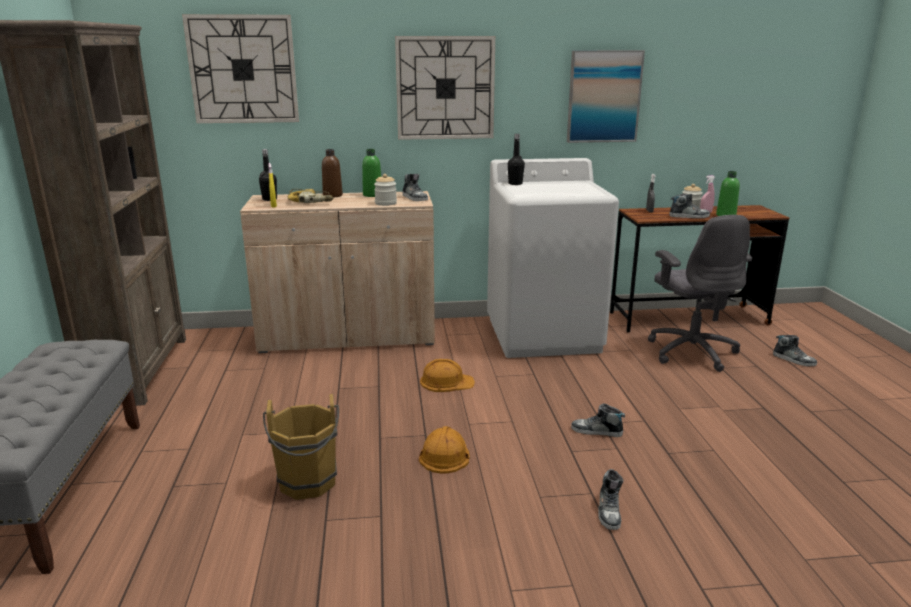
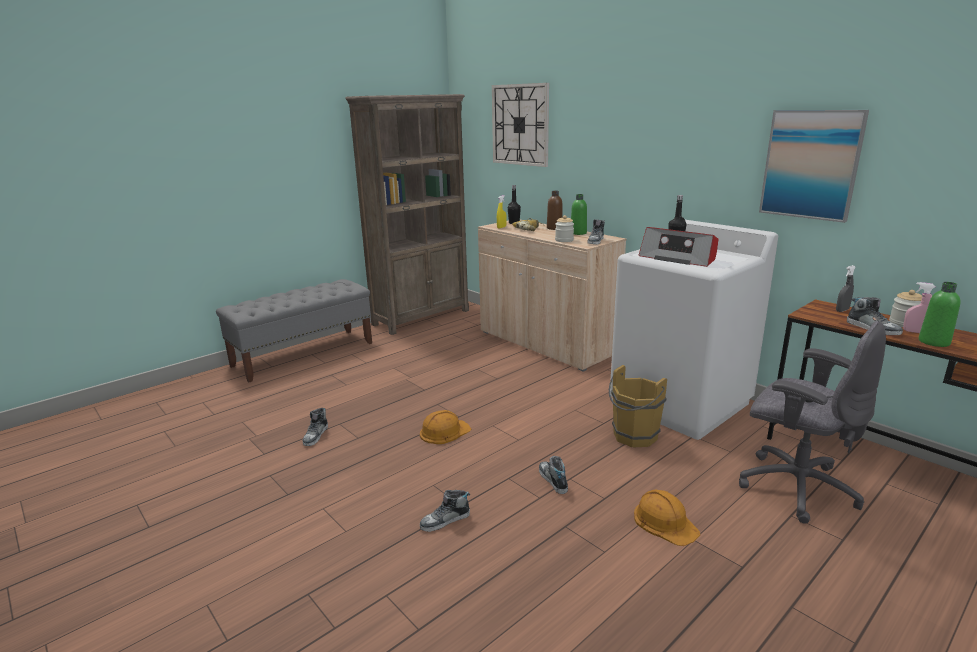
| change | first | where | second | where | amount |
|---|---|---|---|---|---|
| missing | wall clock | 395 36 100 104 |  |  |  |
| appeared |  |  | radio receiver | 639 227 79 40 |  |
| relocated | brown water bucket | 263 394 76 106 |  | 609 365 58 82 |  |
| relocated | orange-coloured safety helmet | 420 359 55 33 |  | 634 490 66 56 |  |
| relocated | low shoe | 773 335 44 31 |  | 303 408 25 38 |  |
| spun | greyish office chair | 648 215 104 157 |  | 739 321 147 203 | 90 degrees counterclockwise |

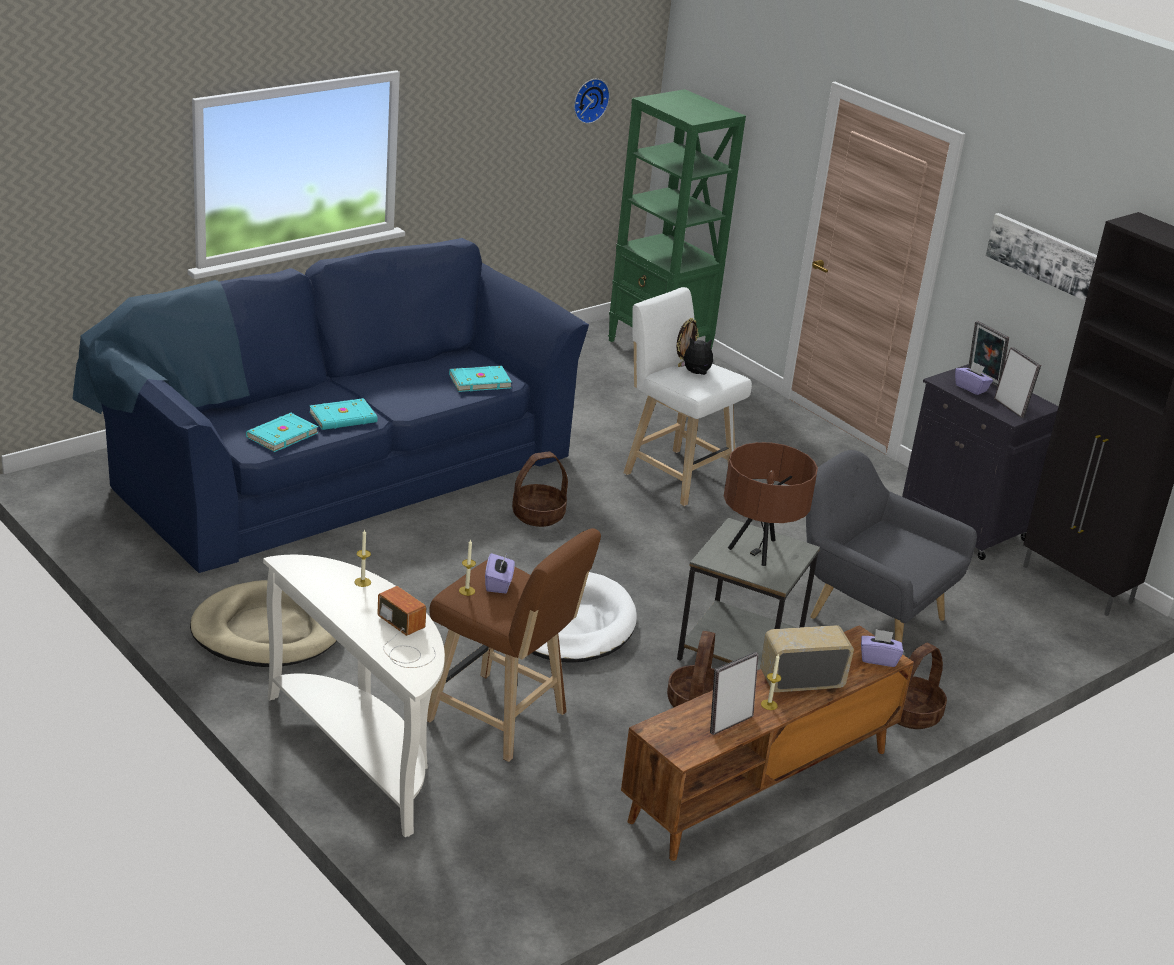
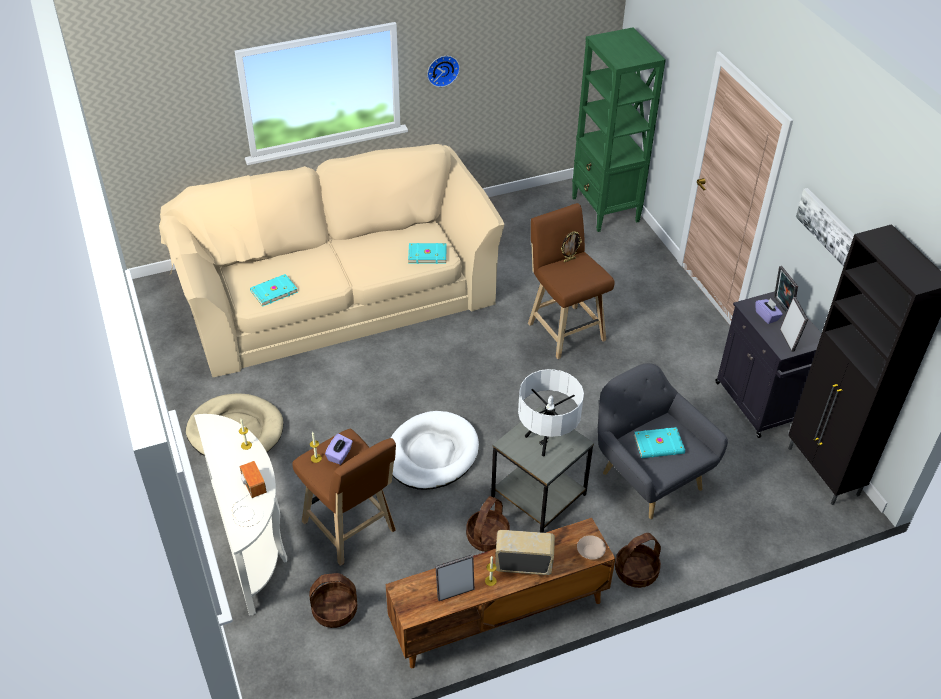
| change | first | where | second | where | amount |
|---|---|---|---|---|---|
| missing | soft toy | 681 338 32 37 |  |  |  |
| relocated | turquoise-coloured volume | 310 398 67 32 |  | 634 427 51 31 |  |
| relocated | basket | 512 452 56 75 |  | 309 573 48 55 |  |
| relocated | wall clock | 574 79 36 45 |  | 427 56 33 31 |  |
| exchanged | purple-coloured box of tissues | 861 629 42 38 | beige-coloured deep dish | 577 535 29 25 |  |
| colour | blue-coloured sofa | 72 238 517 335 | beige-coloured sofa | 159 144 345 234 |  |
| colour | white-coloured sitting stool | 623 287 129 219 | brown sitting stool | 528 203 86 156 |  |
| colour | brown table lamp | 724 442 94 124 | white-coloured table lamp | 518 369 66 87 |  |

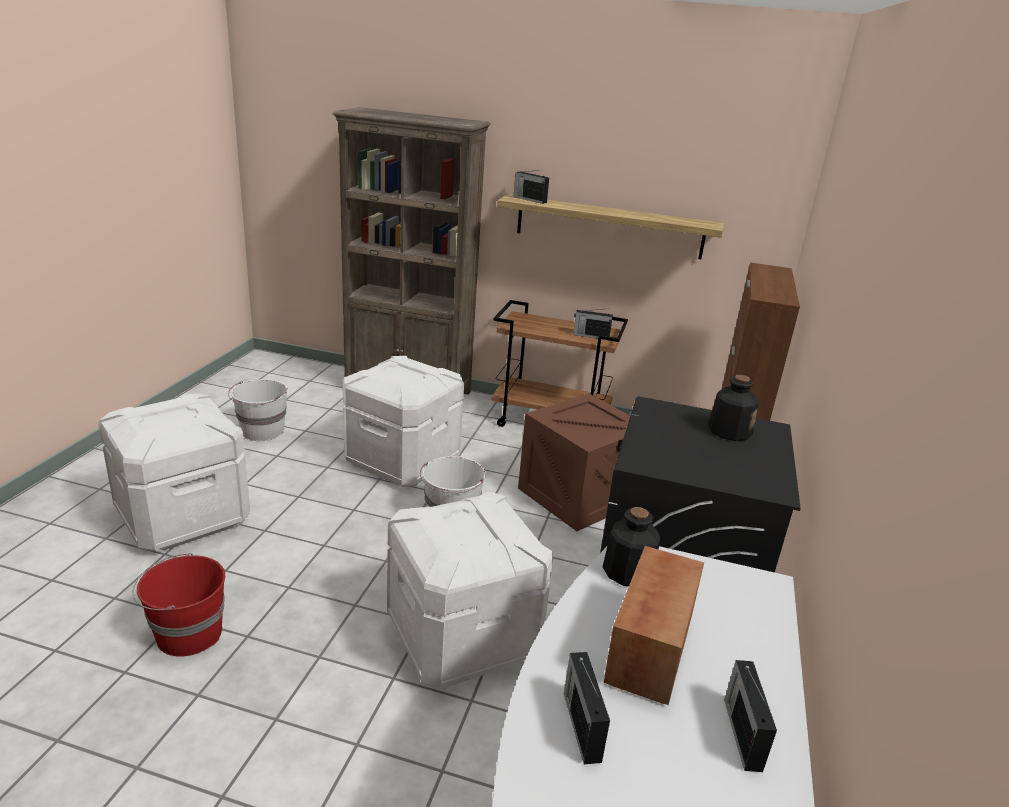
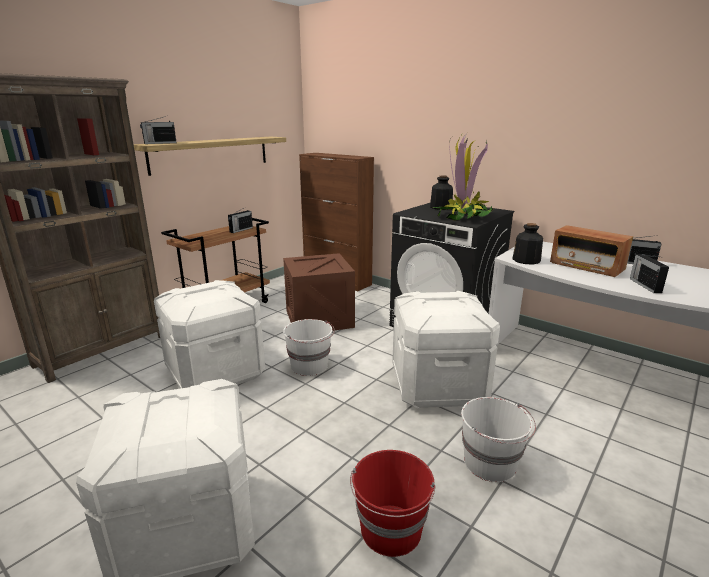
| change | first | where | second | where | amount |
|---|---|---|---|---|---|
| appeared |  |  | houseplant | 433 133 61 88 |  |
| relocated | white-coloured water bucket | 228 379 60 62 |  | 461 397 75 85 |  |
| spun | radio receiver | 564 652 46 112 |  | 630 254 39 39 | 75 degrees clockwise |

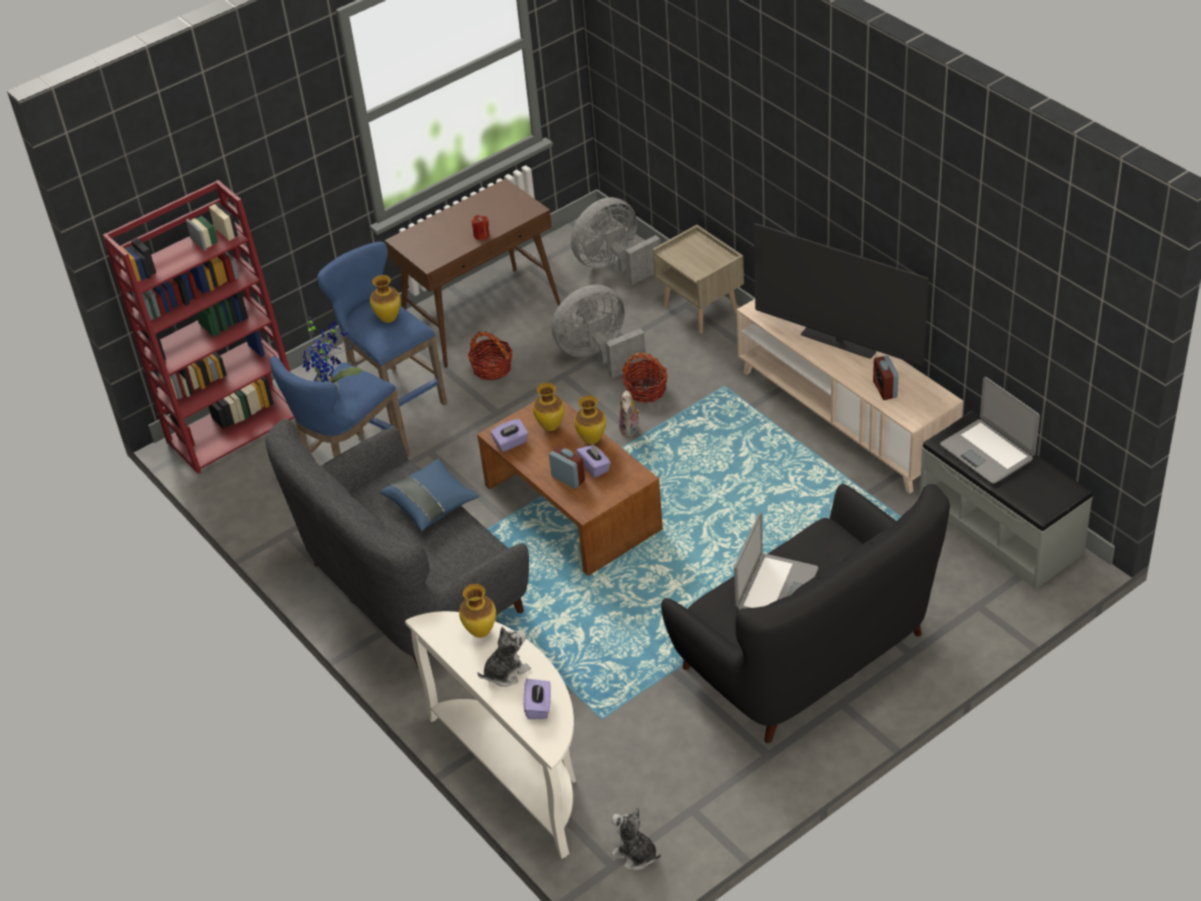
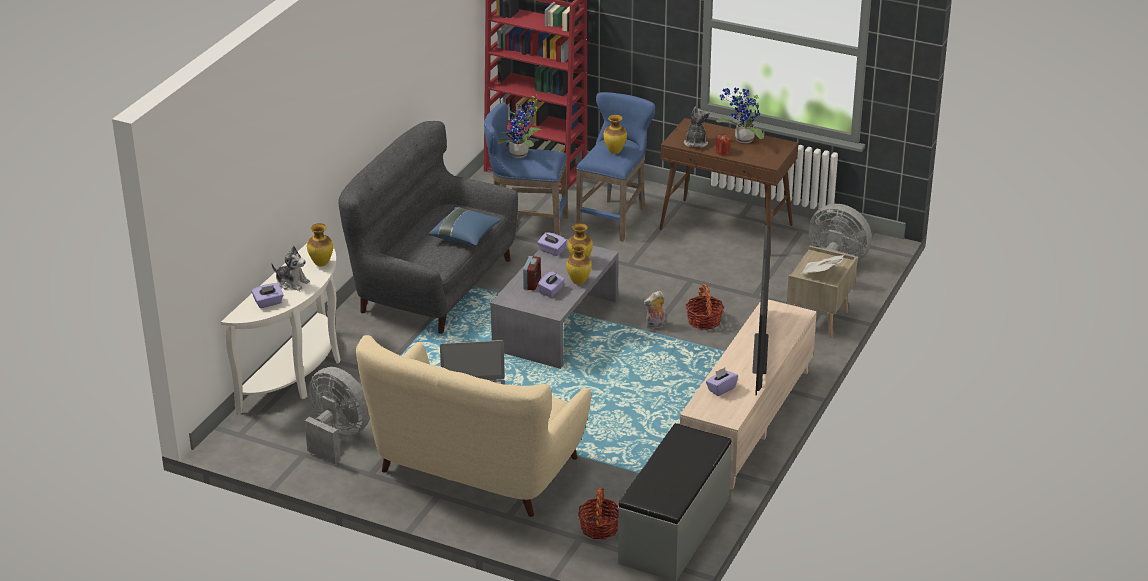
| change | first | where | second | where | amount |
|---|---|---|---|---|---|
| missing | laptop | 940 377 100 107 |  |  |  |
| appeared |  |  | houseplant | 716 87 48 56 |  |
| appeared |  |  | daily paper | 800 255 45 19 |  |
| relocated | basket | 467 331 46 49 |  | 578 488 40 51 |  |
| relocated | greyish fan | 551 285 95 93 |  | 304 367 66 97 |  |
| relocated | soft toy | 611 807 50 63 |  | 684 107 26 41 |  |
| exchanged | table clock | 873 355 26 45 | purple-coloured box of tissues | 706 367 32 29 |  |
| colour | brown lounge table | 477 393 186 183 | greyish lounge table | 490 239 129 130 |  |
| colour | blackish sofa | 661 484 289 259 | beige-coloured sofa | 356 335 235 182 |  |

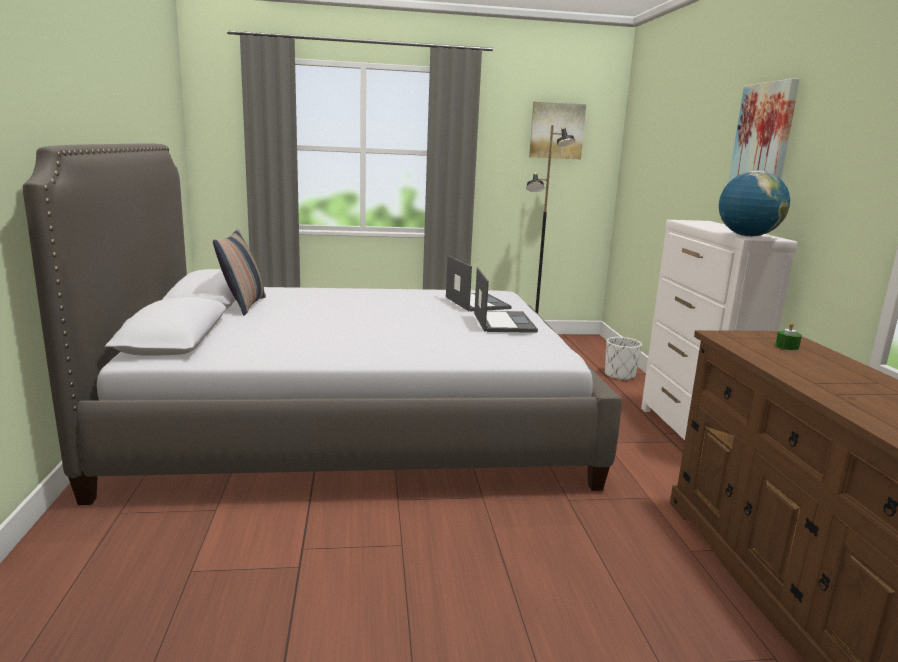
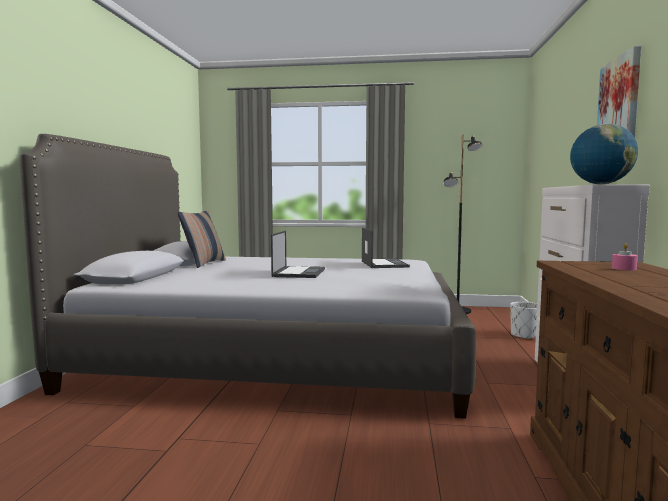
| change | first | where | second | where | amount |
|---|---|---|---|---|---|
| missing | wall picture | 529 102 57 57 |  |  |  |
| relocated | laptop | 474 268 64 65 |  | 271 230 54 48 |  |
| colour | greenish wax candle | 775 322 27 28 | pink-coloured wax candle | 612 243 26 27 |  |

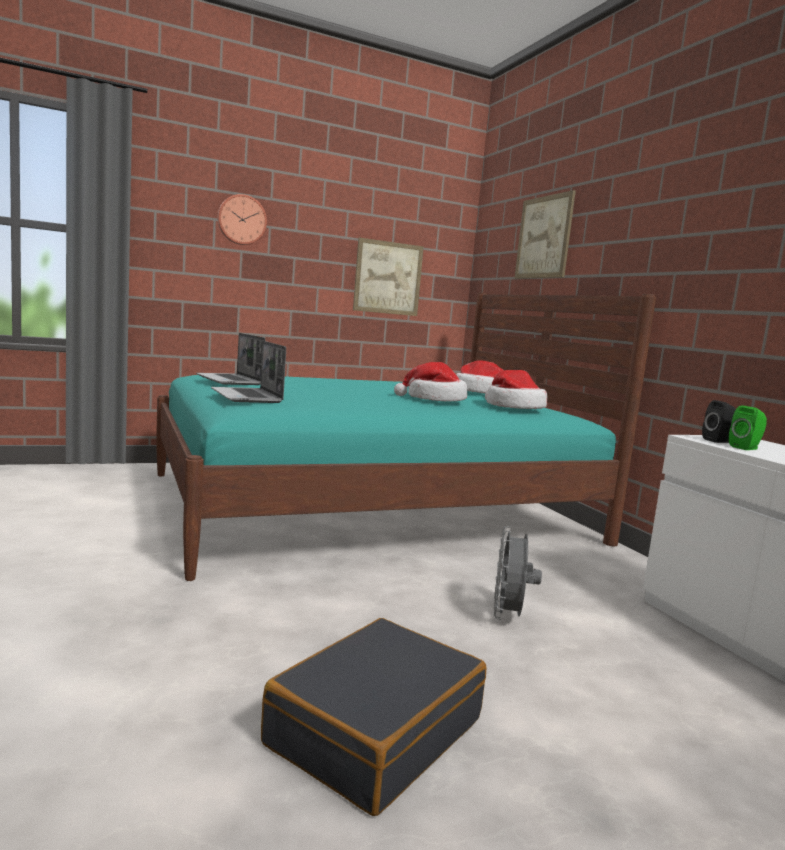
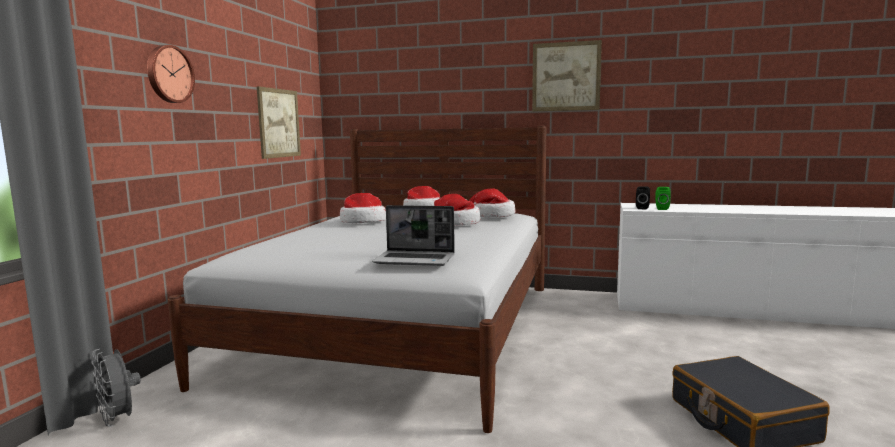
| change | first | where | second | where | amount |
|---|---|---|---|---|---|
| missing | laptop | 196 333 69 52 |  |  |  |
| appeared |  |  | hat | 340 193 46 30 |  |
| relocated | greyish fan | 494 526 48 94 |  | 92 349 49 78 |  |
| relocated | wall picture | 515 190 61 89 |  | 532 40 70 71 |  |
| colour | turquoise-coloured bedroom bed | 156 293 500 288 | white-coloured bedroom bed | 168 126 378 307 |  |

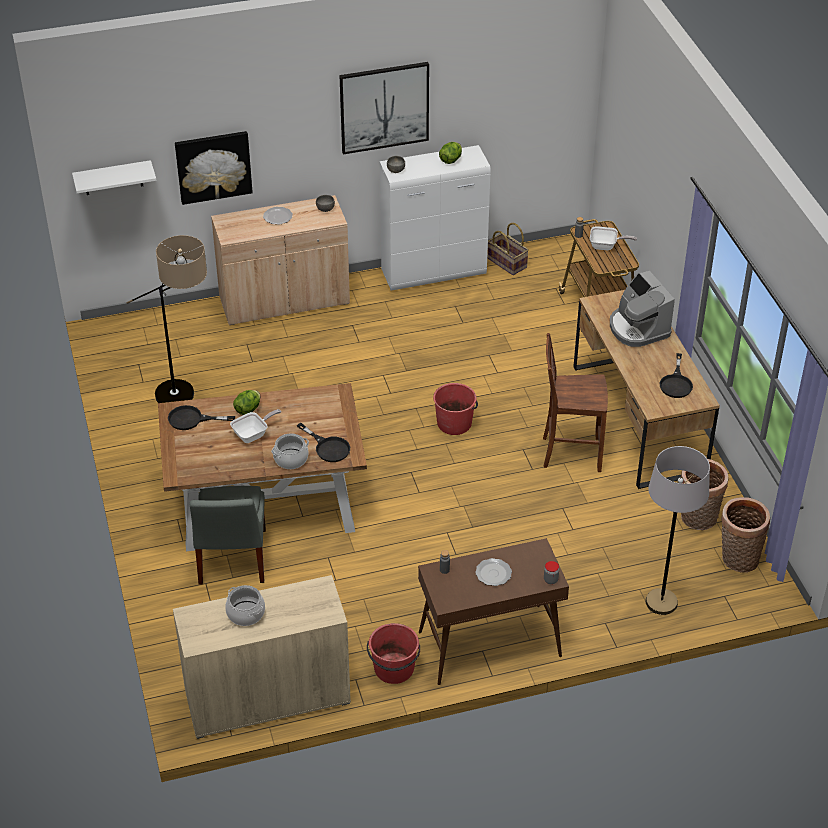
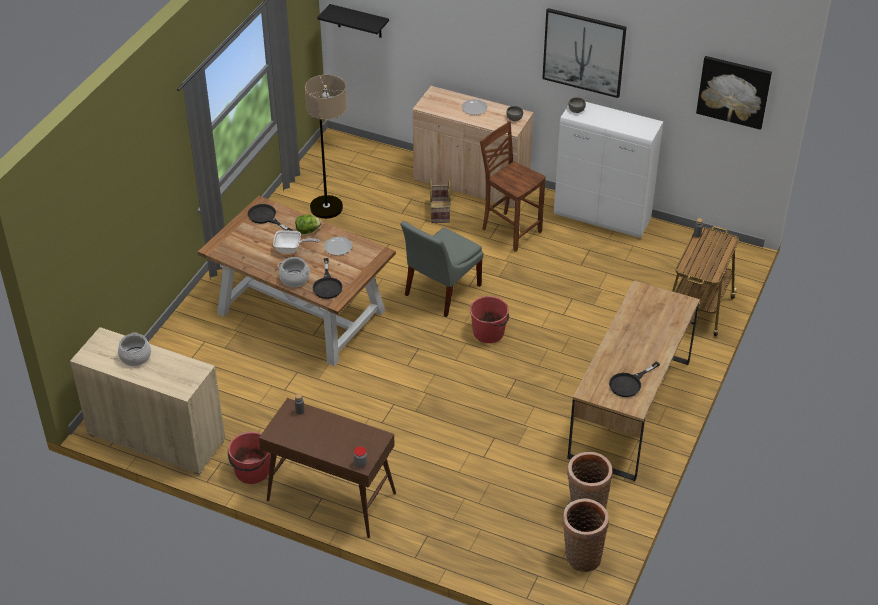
| change | first | where | second | where | amount |
|---|---|---|---|---|---|
| missing | lettuce head | 439 142 23 22 |  |  |  |
| missing | frying pan | 590 226 47 24 |  |  |  |
| missing | coffee maker | 610 271 65 76 |  |  |  |
| missing | greyish floor lamp | 645 446 65 169 |  |  |  |
| relocated | wall picture | 175 131 78 74 |  | 696 56 76 74 |  |
| relocated | greyish upright chair | 189 486 77 99 |  | 400 221 83 96 |  |
| relocated | dinner plate | 475 558 37 28 |  | 324 237 28 18 |  |
| relocated | basket | 488 223 41 52 |  | 429 178 22 45 |  |
| relocated | brown upright chair | 543 333 65 139 |  | 480 121 66 131 |  |
| colour | white-coloured shelf | 72 160 84 35 | blackish shelf | 317 4 72 34 |  |

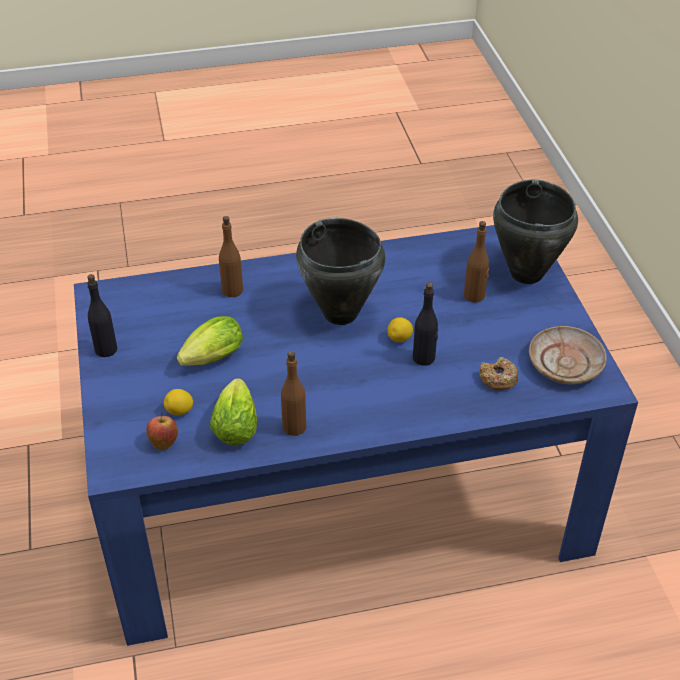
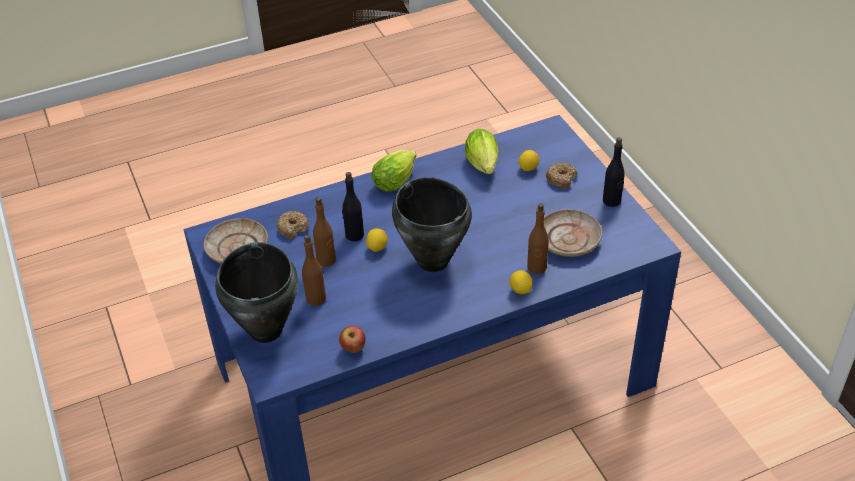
| change | first | where | second | where | amount |
|---|---|---|---|---|---|
| appeared |  |  | whole lemon | 510 270 22 24 |  |
| appeared |  |  | beige-coloured dinner plate | 544 209 58 48 |  |
| appeared |  |  | doughnut | 546 163 31 26 |  |
| relocated | whole apple | 146 412 32 38 |  | 339 326 27 27 |  |
| relocated | lettuce head | 177 316 66 50 |  | 371 150 45 42 |  |
| relocated | brown beverage bottle | 281 351 25 85 |  | 313 197 23 70 |  |

